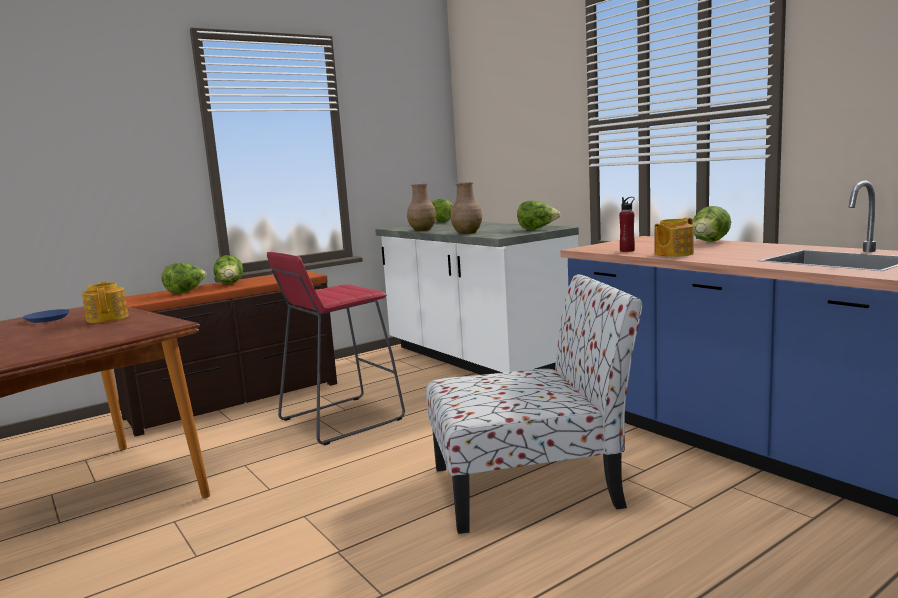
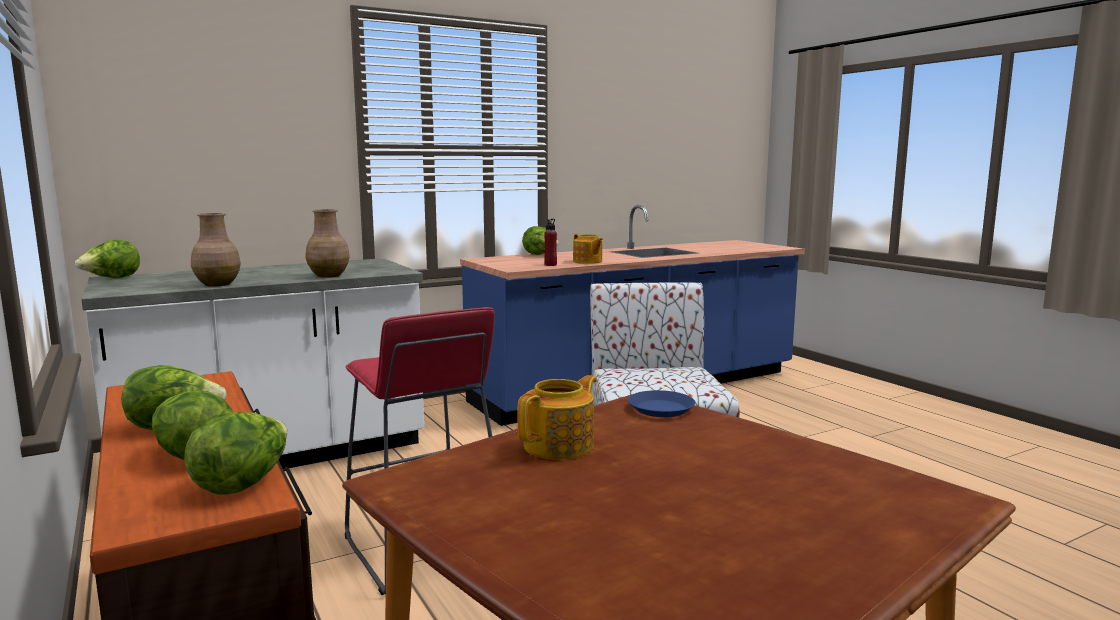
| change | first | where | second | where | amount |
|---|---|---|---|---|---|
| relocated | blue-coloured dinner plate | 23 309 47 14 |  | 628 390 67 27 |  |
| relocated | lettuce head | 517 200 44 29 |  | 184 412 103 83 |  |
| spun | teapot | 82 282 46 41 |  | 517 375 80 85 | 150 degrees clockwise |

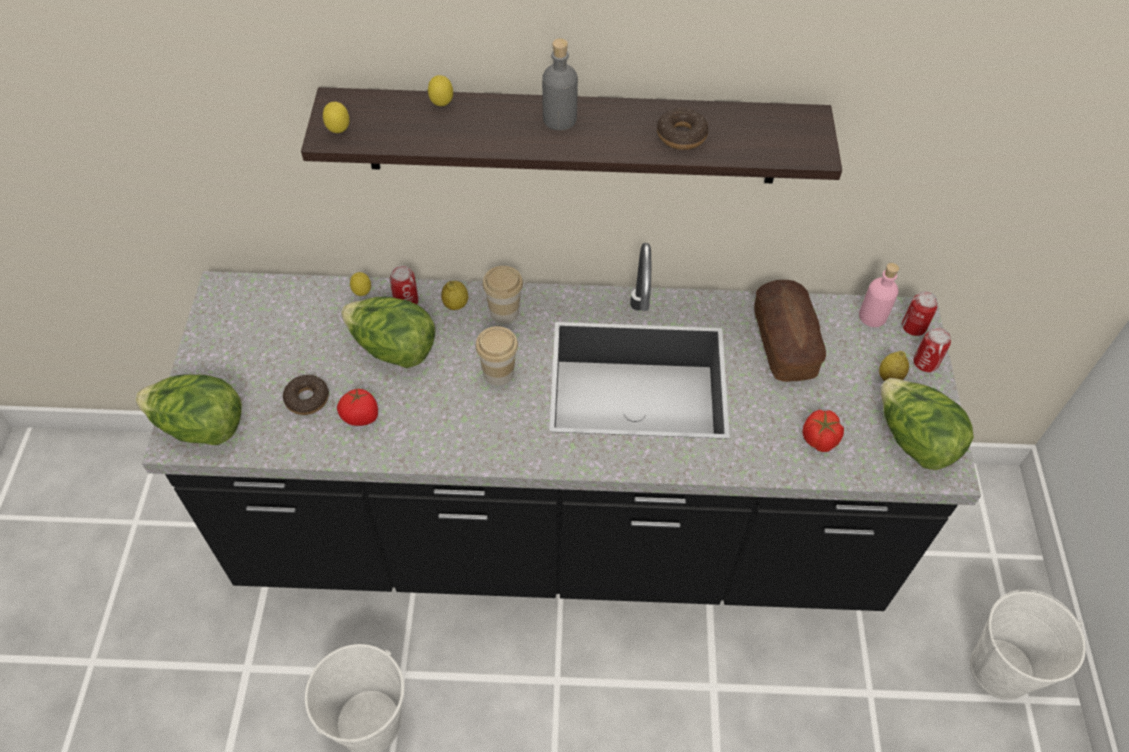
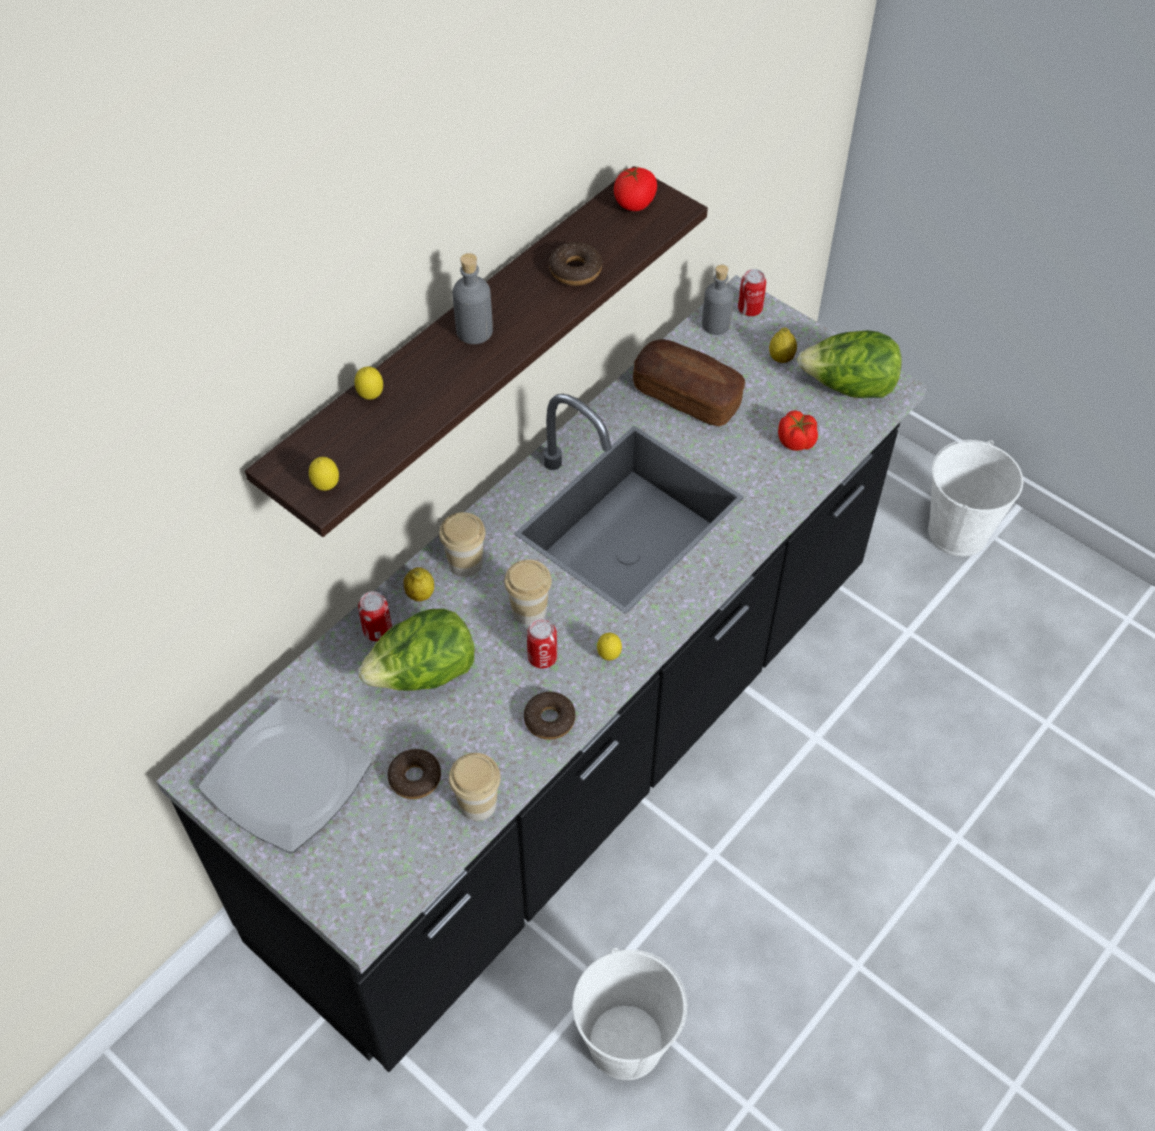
| change | first | where | second | where | amount |
|---|---|---|---|---|---|
| missing | lettuce head | 135 374 107 71 |  |  |  |
| appeared |  |  | dinner plate | 199 700 173 153 |  |
| appeared |  |  | cup | 449 753 52 68 |  |
| appeared |  |  | doughnut | 524 692 52 48 |  |
| relocated | tomato | 337 387 41 39 |  | 614 167 43 44 |  |
| relocated | whole lemon | 350 272 21 24 |  | 597 633 25 28 |  |
| relocated | can | 913 327 38 45 |  | 527 618 30 51 |  |
| colour | pink-coloured beverage bottle | 859 263 40 64 | greyish beverage bottle | 702 265 32 70 |  |

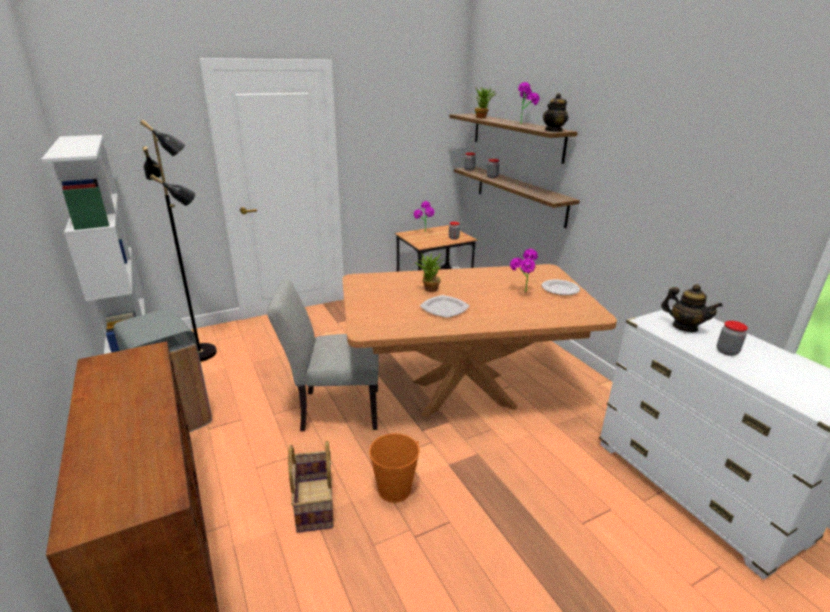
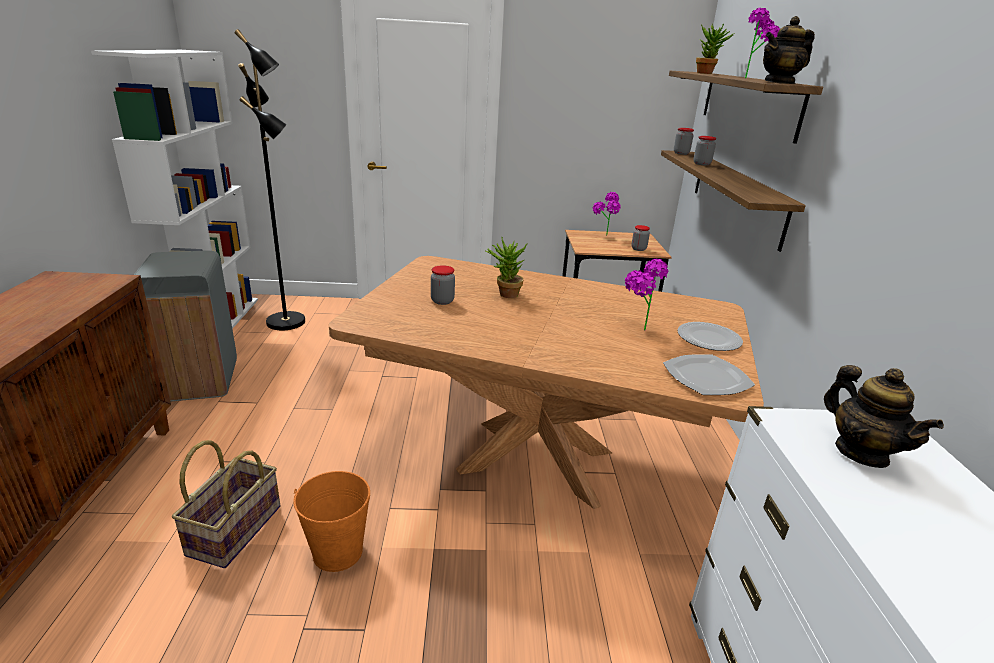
| change | first | where | second | where | amount |
|---|---|---|---|---|---|
| missing | greyish upright chair | 267 279 112 152 |  |  |  |
| relocated | dinner plate | 420 295 50 23 |  | 663 354 92 41 |  |
| relocated | storage jar | 717 321 31 35 |  | 431 265 24 40 |  |

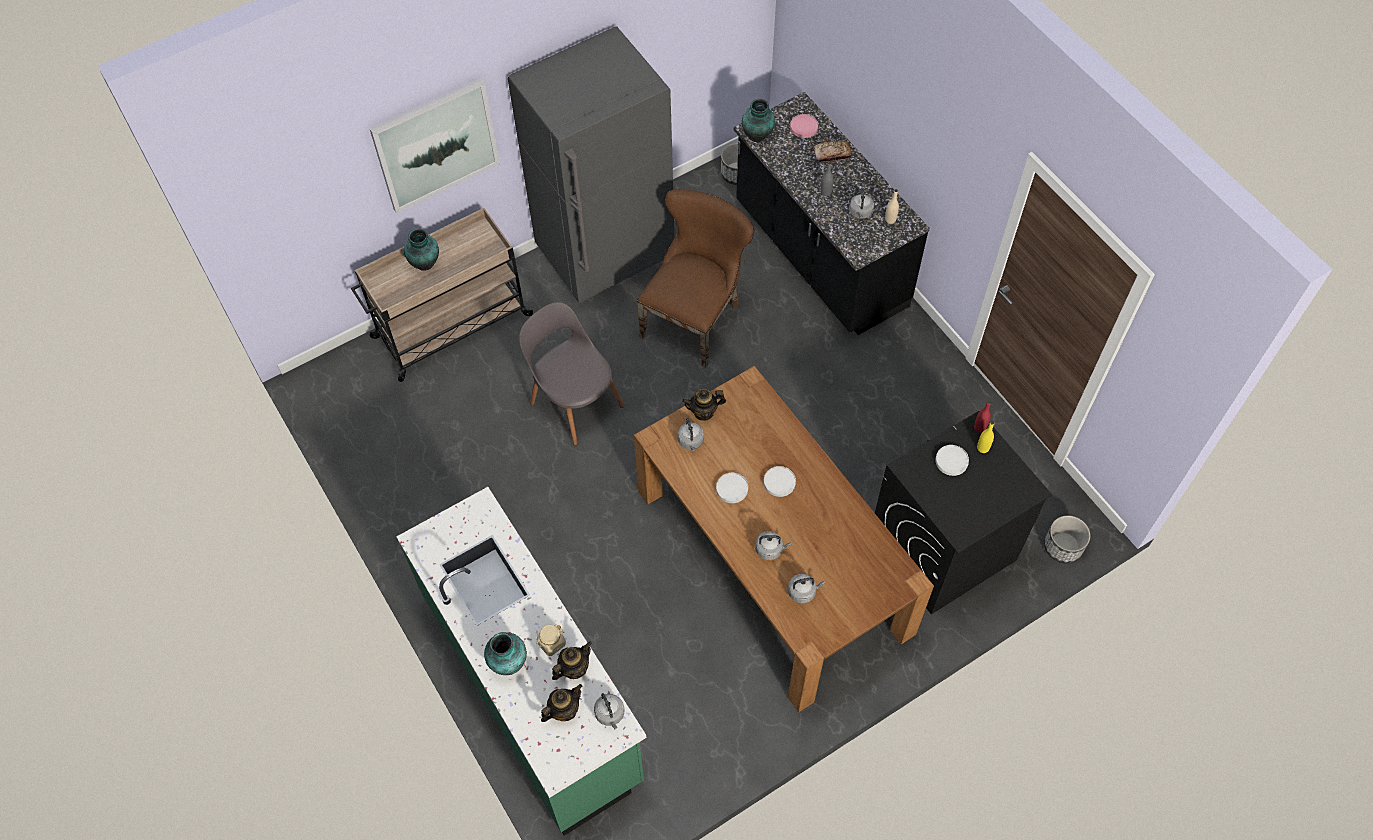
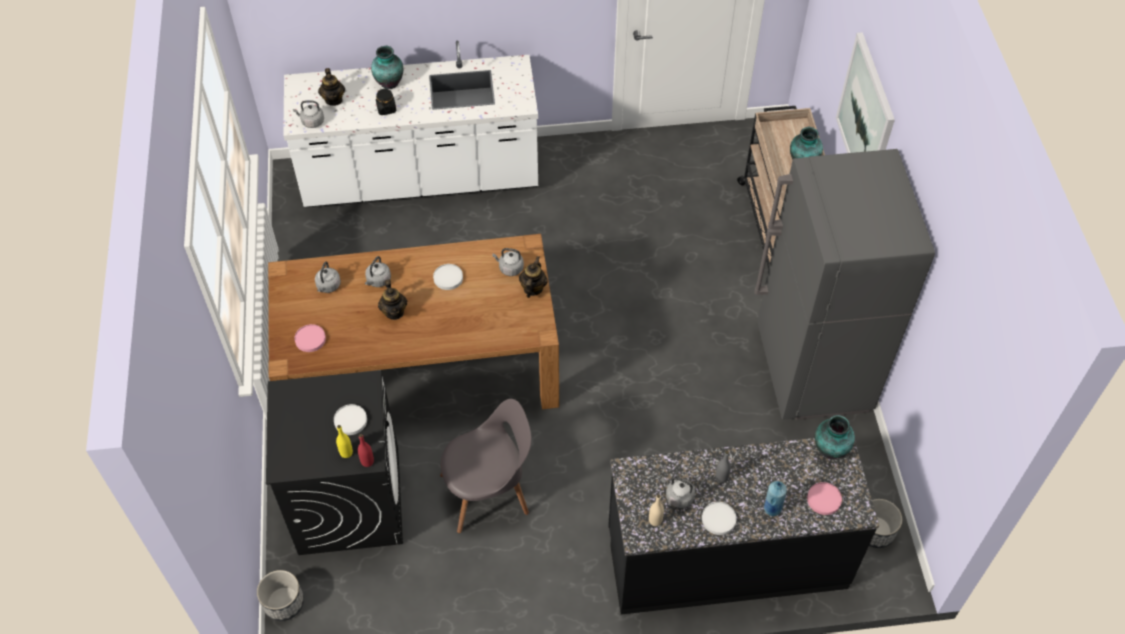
| change | first | where | second | where | amount |
|---|---|---|---|---|---|
| missing | brown upright chair | 637 189 117 179 |  |  |  |
| appeared |  |  | pink-coloured dinner plate | 294 324 32 28 |  |
| relocated | greyish upright chair | 519 302 105 143 |  | 440 399 92 134 |  |
| relocated | teapot | 552 641 40 39 |  | 378 280 29 40 |  |
| relocated | white-coloured dinner plate | 764 466 32 31 |  | 702 502 35 33 |  |
| exchanged | bread | 813 140 39 22 | blue-coloured beverage bottle | 764 481 23 35 |  |
| colour | greenish kitchen base unit | 396 487 251 349 | white-coloured kitchen base unit | 283 40 255 167 |  |
| colour | beige-coloured storage jar | 536 624 30 32 | blackish storage jar | 376 89 21 26 |  |

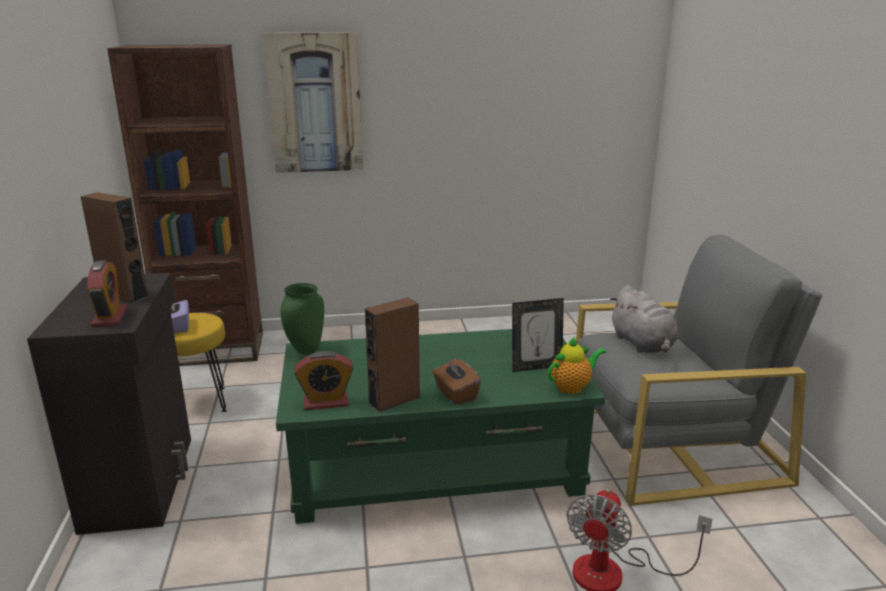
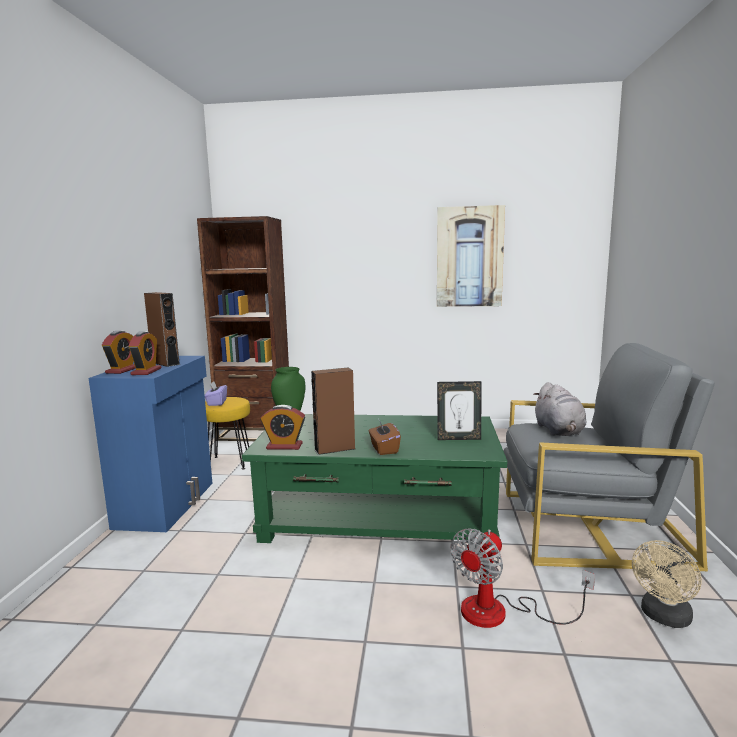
| change | first | where | second | where | amount |
|---|---|---|---|---|---|
| missing | teapot | 548 337 58 57 |  |  |  |
| appeared |  |  | table clock | 102 331 33 43 |  |
| appeared |  |  | beige-coloured fan | 632 540 69 88 |  |
| relocated | wall picture | 263 33 100 140 |  | 437 205 68 102 |  |
| colour | blackish cabinet | 27 273 164 262 | blue-coloured cabinet | 89 356 124 176 |  |

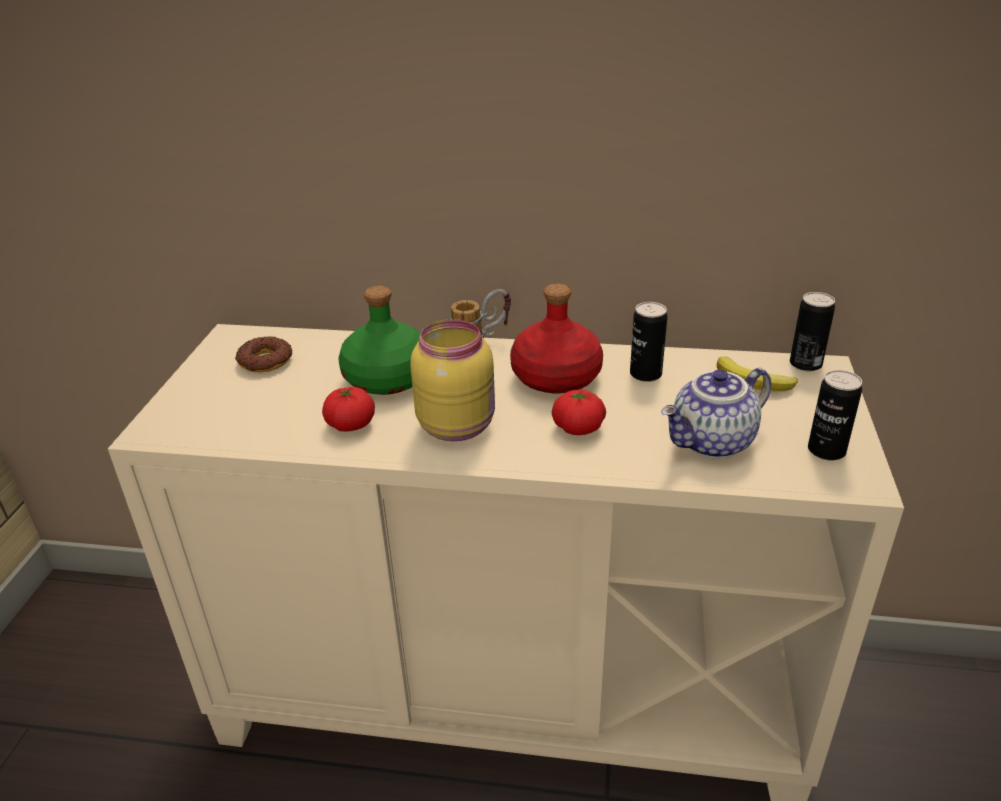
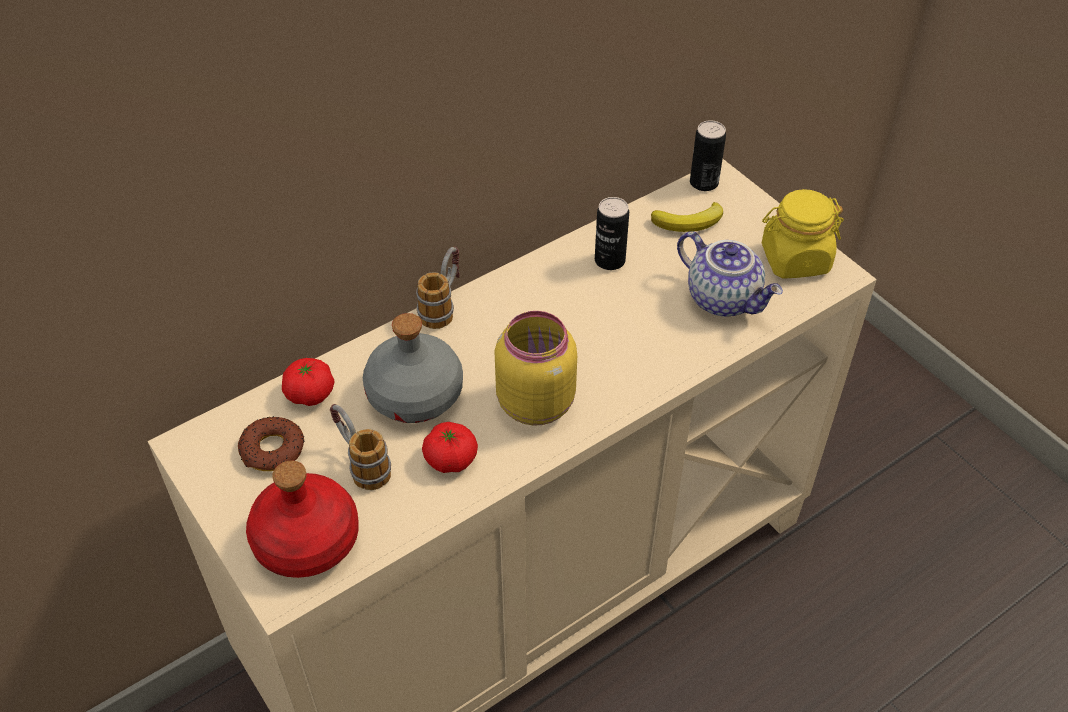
| change | first | where | second | where | amount |
|---|---|---|---|---|---|
| appeared |  |  | mug | 330 404 61 86 |  |
| relocated | reddish beverage bottle | 510 284 93 109 |  | 246 460 113 118 |  |
| relocated | tomato | 552 390 54 45 |  | 282 358 53 48 |  |
| exchanged | can | 808 370 54 90 | yellow storage jar | 762 189 81 90 |  |
| colour | greenish beverage bottle | 338 286 83 109 | greyish beverage bottle | 363 313 100 110 |  |
| spun | teapot | 661 368 111 91 |  | 677 231 106 86 | 60 degrees counterclockwise |

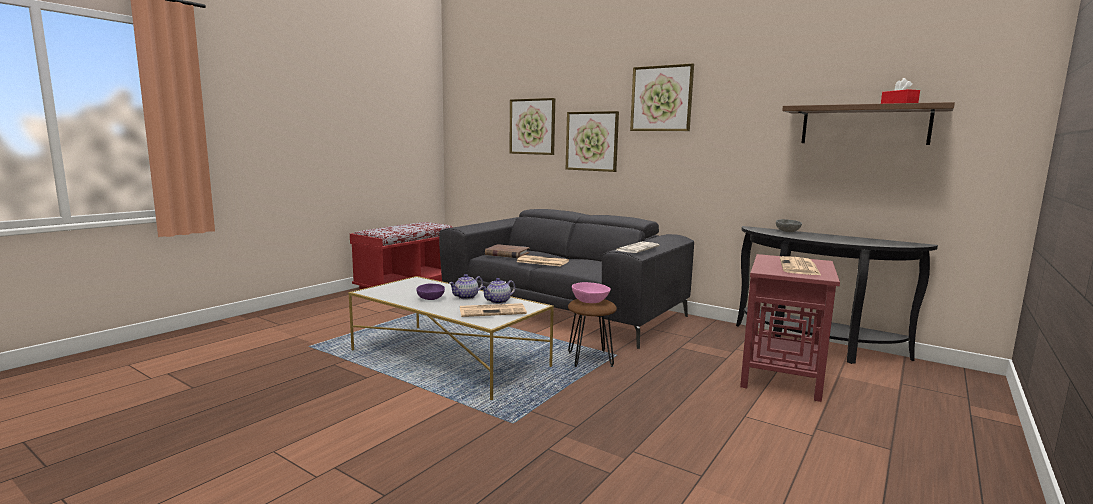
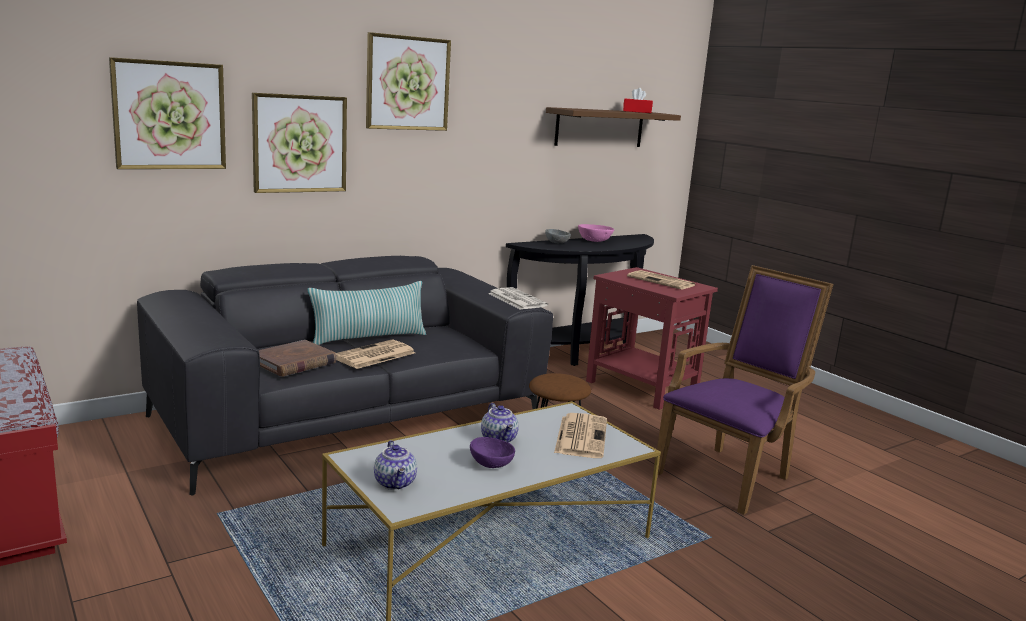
| change | first | where | second | where | amount |
|---|---|---|---|---|---|
| appeared |  |  | pillow | 308 281 118 64 |  |
| appeared |  |  | purple-coloured armchair | 657 265 176 250 |  |
| relocated | teapot | 481 278 34 26 |  | 374 440 43 50 |  |
| relocated | pink-coloured deep dish | 572 282 39 21 |  | 578 224 36 18 |  |

